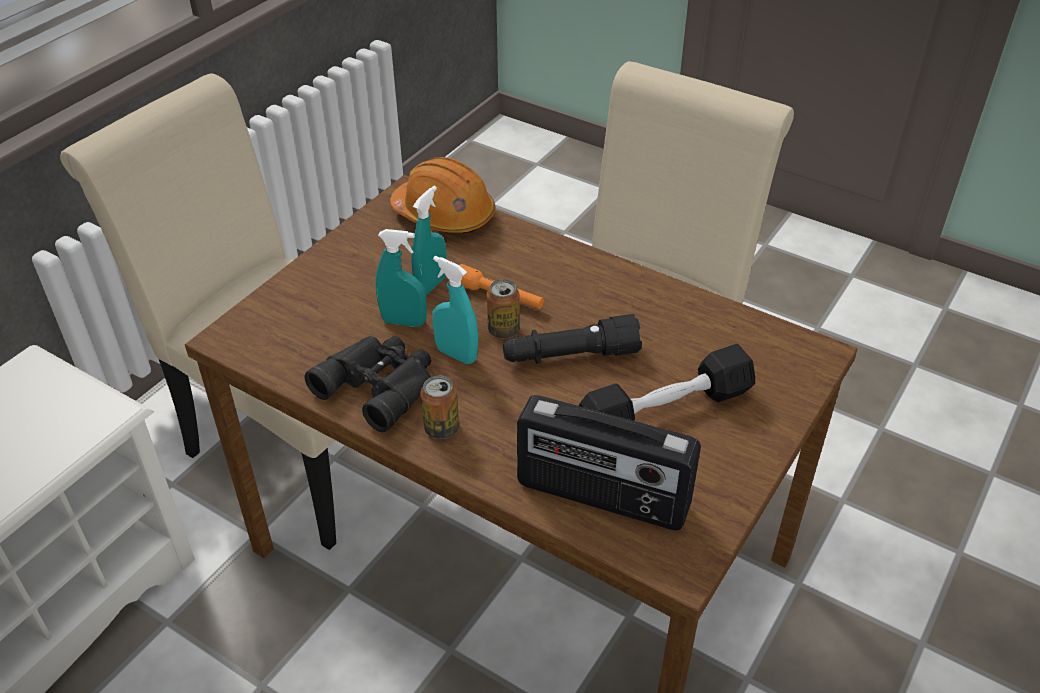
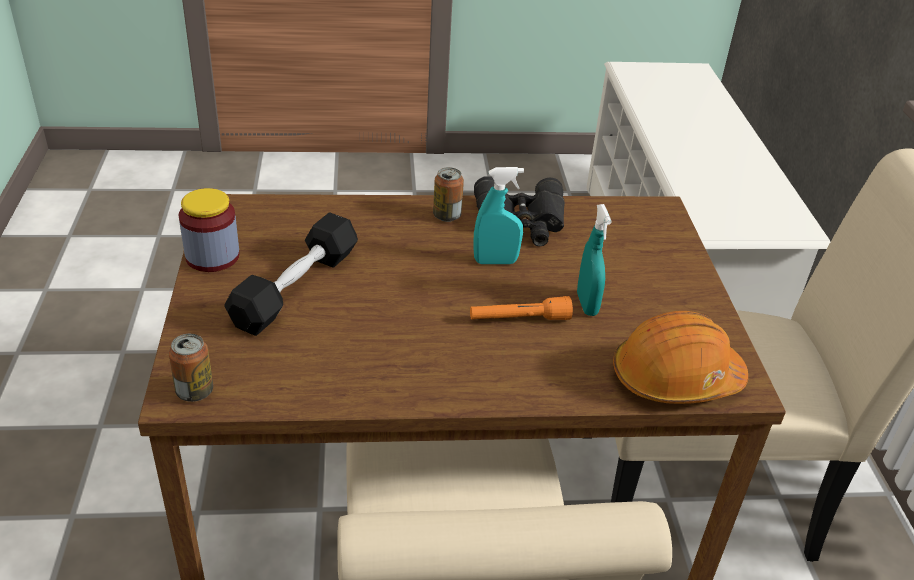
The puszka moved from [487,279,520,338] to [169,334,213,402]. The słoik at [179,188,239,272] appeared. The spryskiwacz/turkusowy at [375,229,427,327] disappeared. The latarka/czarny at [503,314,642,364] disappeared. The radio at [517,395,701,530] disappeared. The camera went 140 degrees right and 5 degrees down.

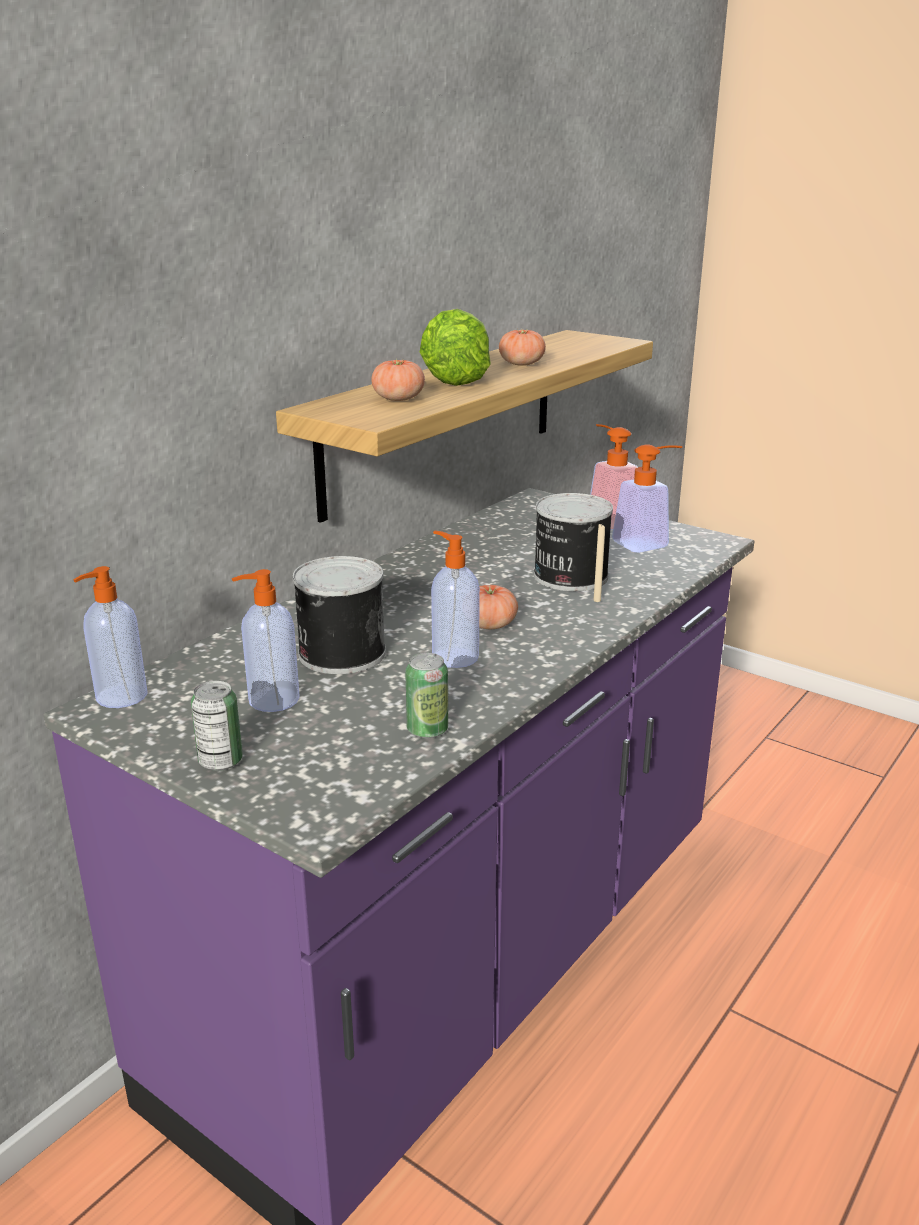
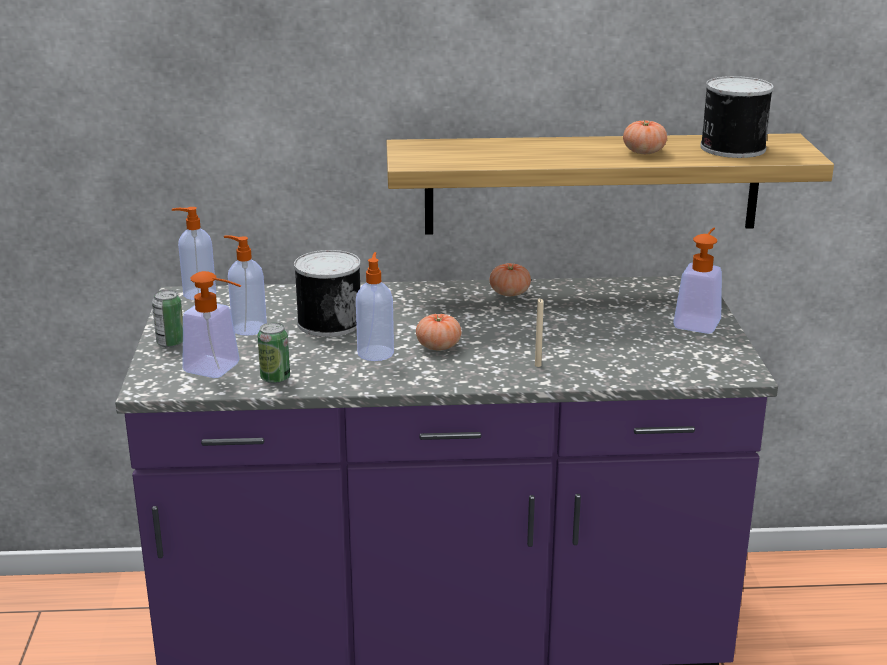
The dozownik mydła moved from [612,444,683,553] to [183,271,242,378]. The pomidor moved from [371,358,425,401] to [489,263,531,296]. The puszka moved from [534,493,613,591] to [700,76,773,158]. The sałata at [420,309,491,386] disappeared. The camera went 50 degrees right and 0 degrees up.

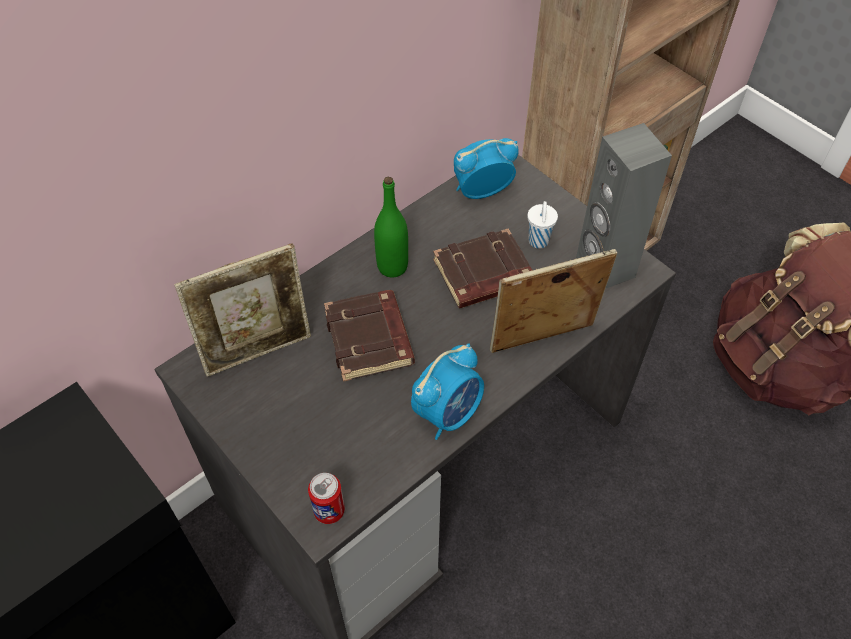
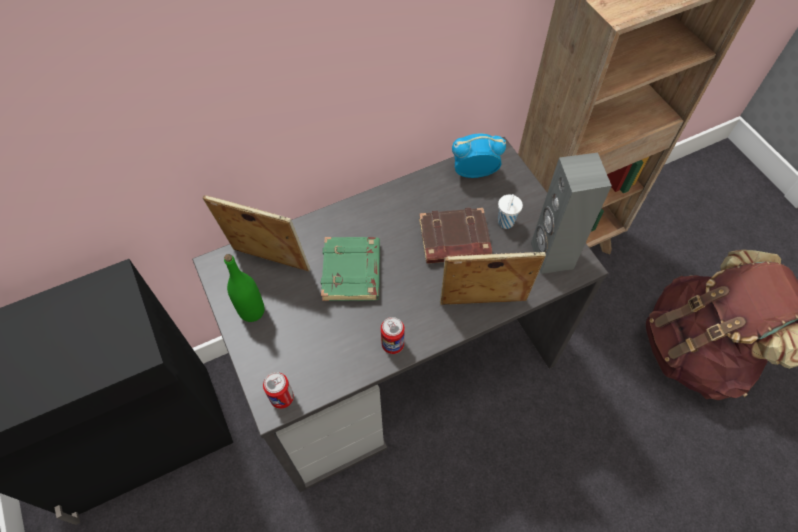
The ramka na zdjęcie at [174,243,311,377] turned 150 degrees counterclockwise. The butelka/zielony moved from [374,177,408,278] to [224,254,264,322]. The książka/brązowy at [324,290,415,382] became the książka/zielony at [321,237,380,301]. The budzik at [411,343,484,440] was replaced by the puszka at [381,317,404,354]. The camera went 15 degrees right and 5 degrees up.

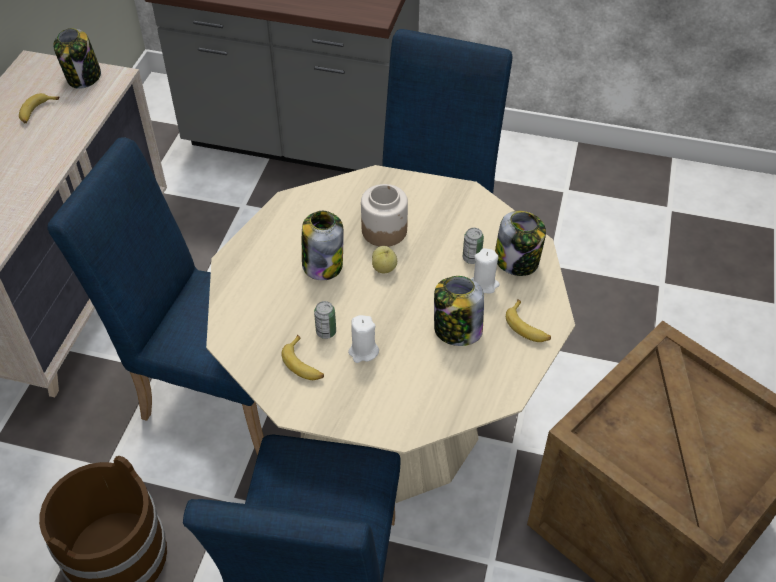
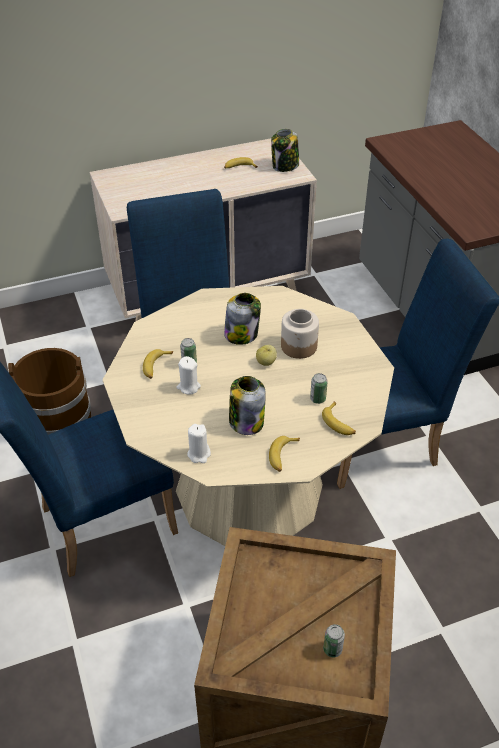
The świeca/biały moved from [471,248,500,294] to [187,424,211,463]. The słoik at [495,211,546,276] was replaced by the banan at [322,402,356,435]. The puszka at [323,624,345,658] appeared. The camera went 55 degrees right and 5 degrees down.

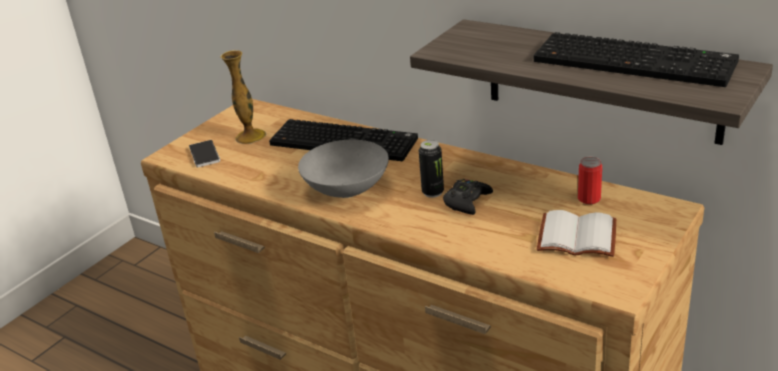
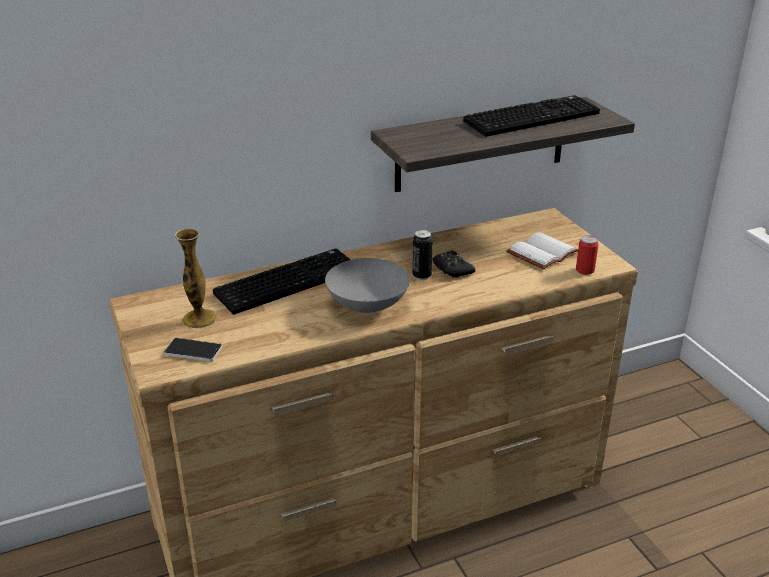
The puszka moved from [578,157,602,204] to [576,235,598,275]. The camera went 60 degrees left and 0 degrees up.

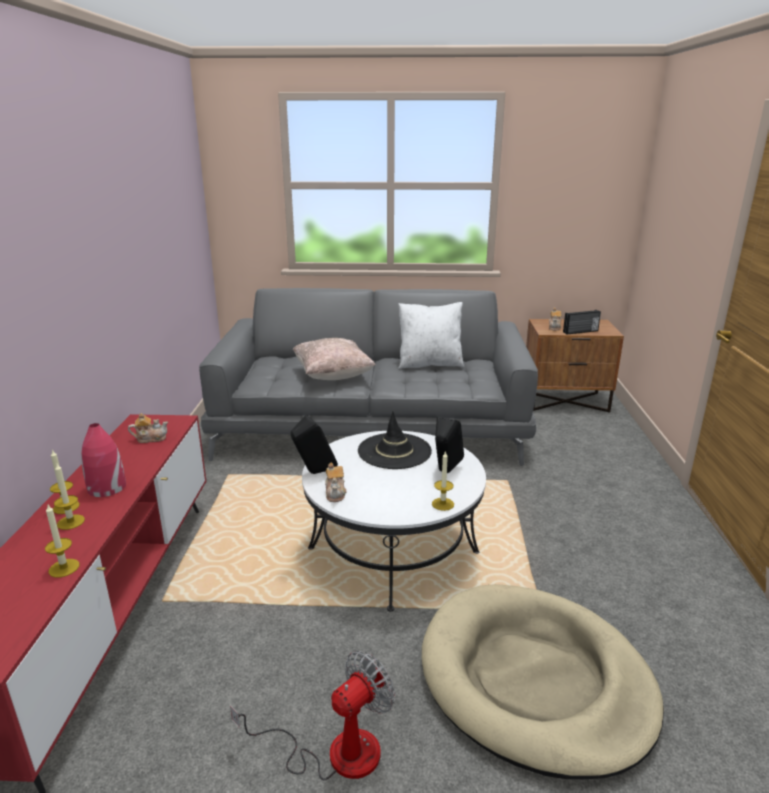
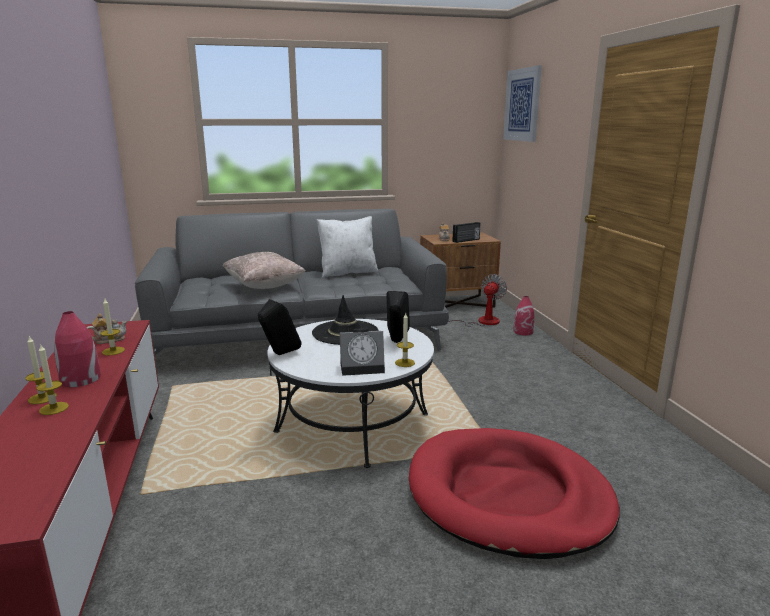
The świeca moved from [45,505,79,578] to [100,299,125,355]. The budzik at [340,328,385,376] appeared. The legowisko/beżowy at [422,584,664,779] became the legowisko/czerwony at [409,428,620,559]. The wentylator moved from [230,651,395,780] to [444,274,507,326]. The obraz at [503,65,542,142] appeared. The wazon/czerwony at [513,296,534,336] appeared. The imbryk at [325,462,347,502] disappeared. The camera went 15 degrees left and 5 degrees down.

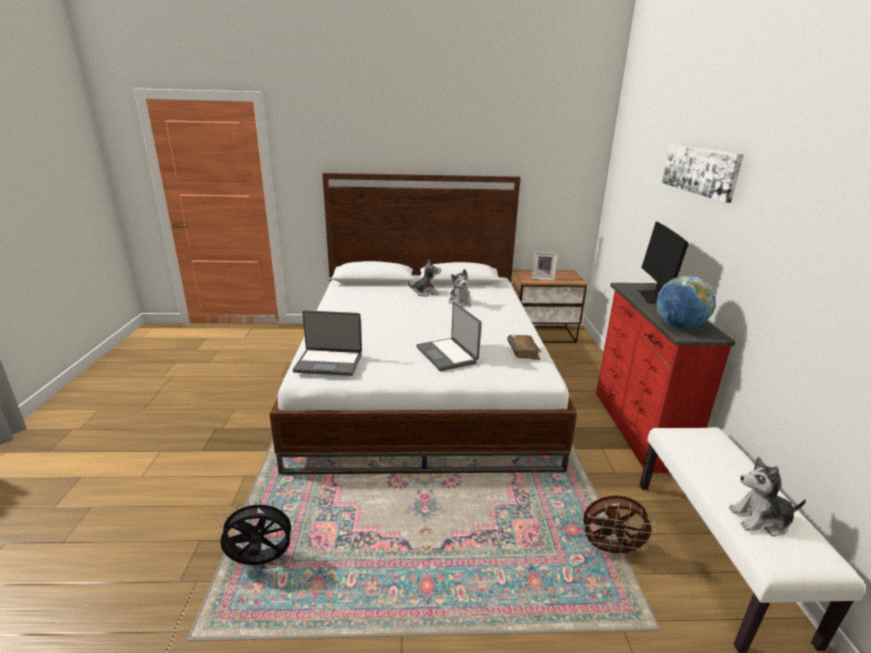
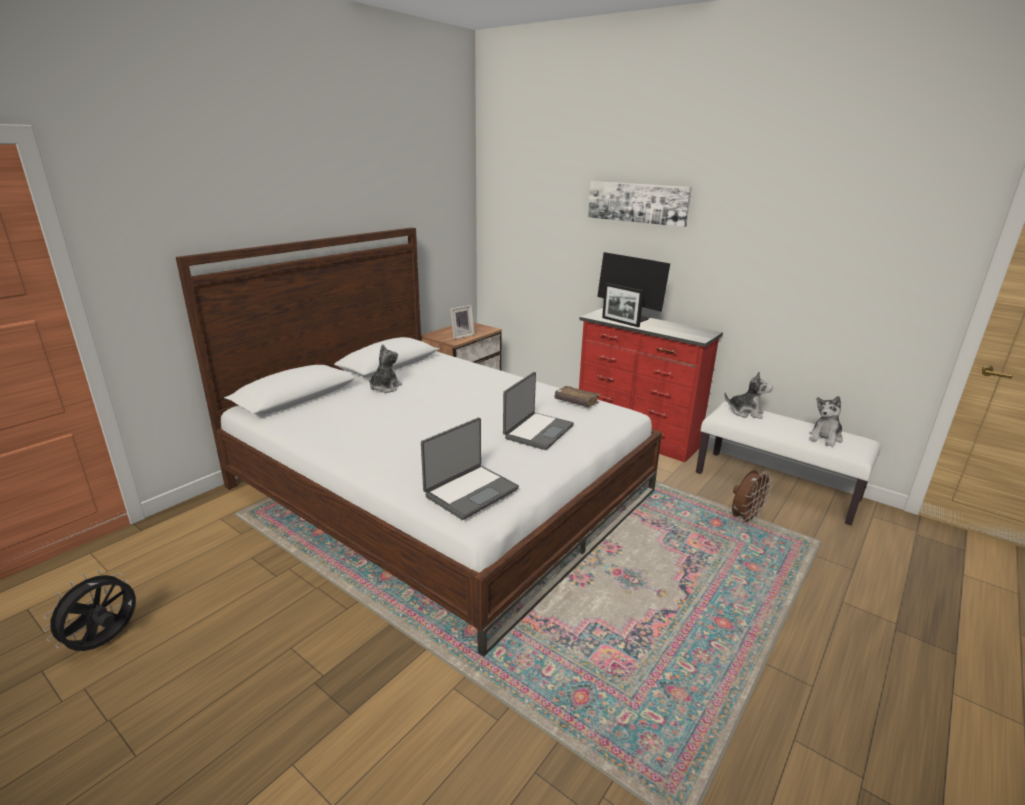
The wentylator/czarny moved from [218,499,296,565] to [43,570,136,651]. The laptop at [416,302,481,371] turned 75 degrees counterclockwise. The ramka na zdjęcie at [602,283,644,327] appeared. The pluszak moved from [448,269,472,307] to [724,371,773,419]. The globus at [656,276,716,329] disappeared. The camera went 50 degrees left and 0 degrees up.

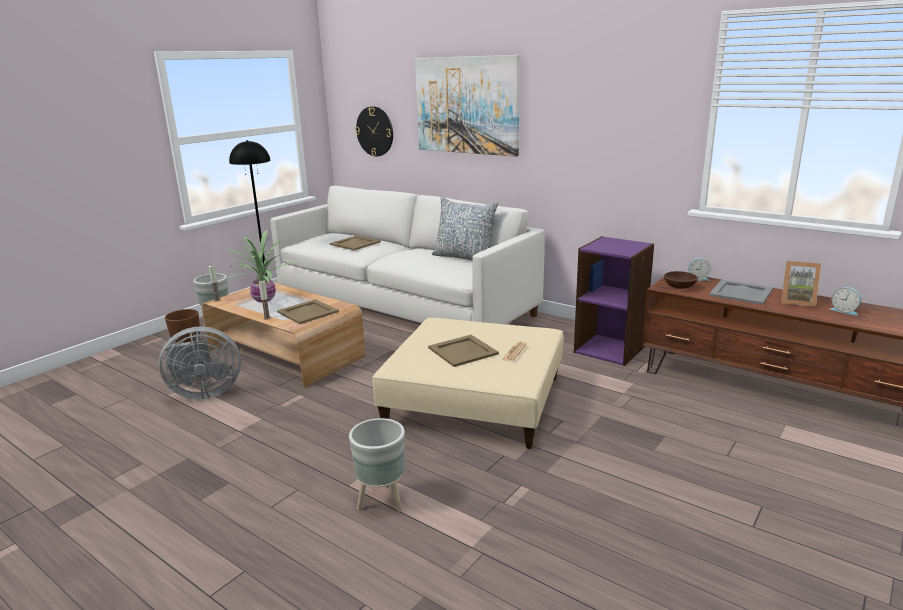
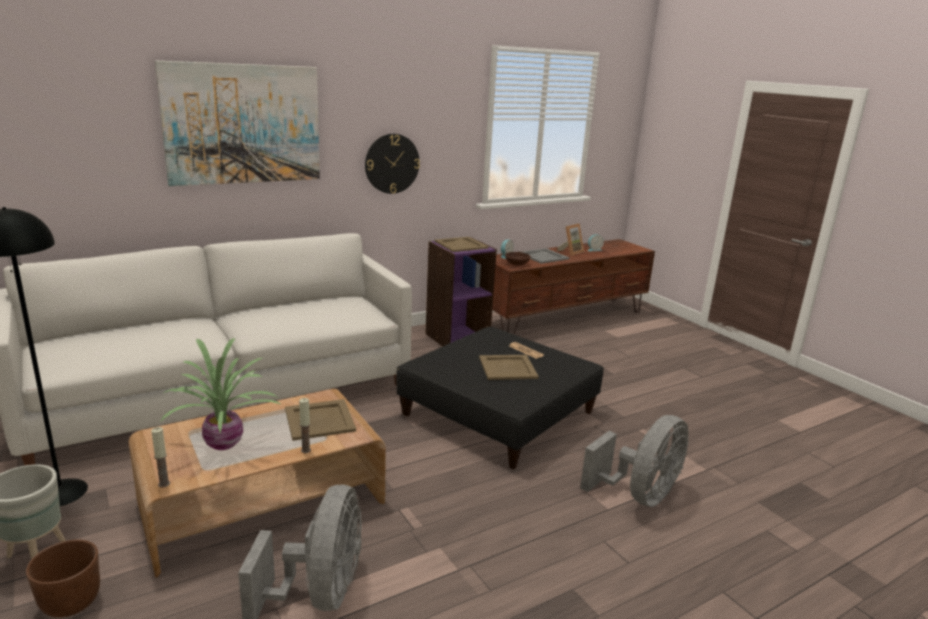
The zegar ścienny moved from [355,106,393,157] to [365,134,420,194]. The pufa/beżowy at [372,318,564,449] became the pufa/czarny at [396,327,604,470]. The taca/beżowy moved from [330,235,381,250] to [434,237,488,252]. The donica/szary at [349,418,405,512] was replaced by the wentylator/szary at [580,415,689,507]. The poduszka at [432,197,498,261] disappeared. The camera went 70 degrees left and 0 degrees up.

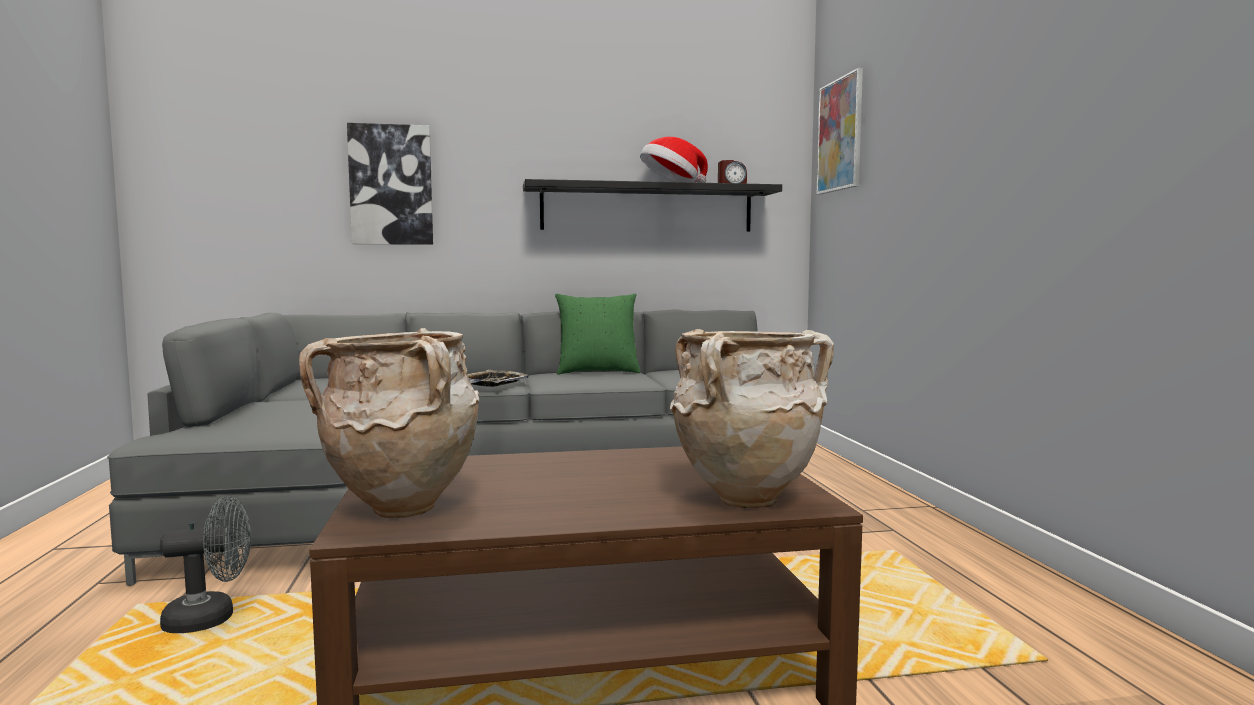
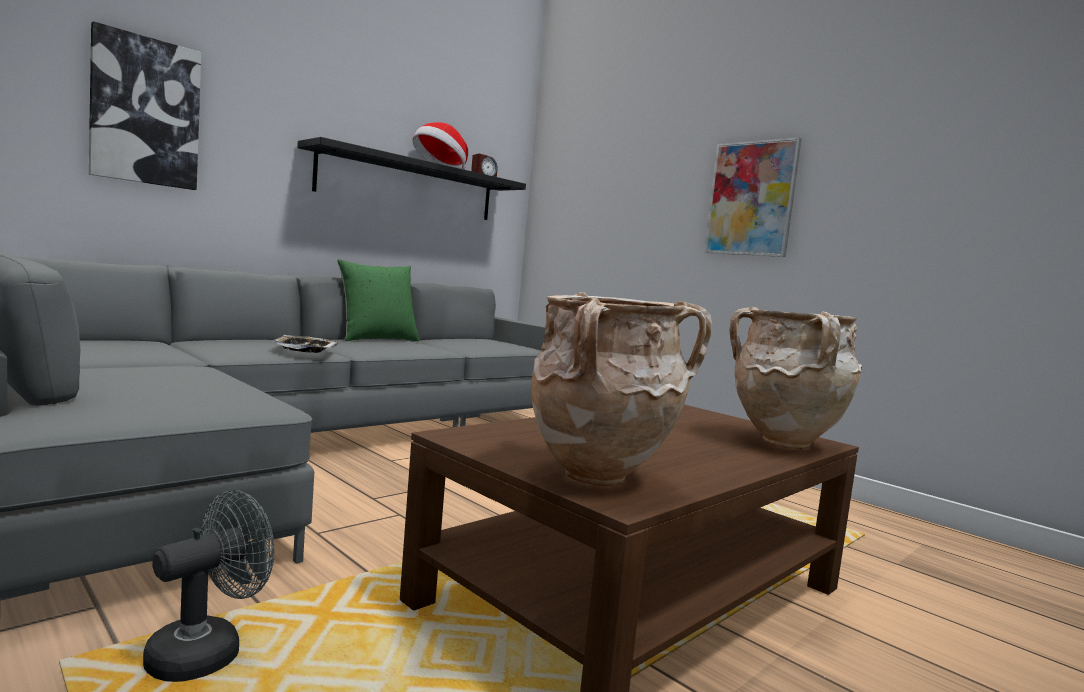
The obraz moved from [817,68,863,195] to [704,137,802,257]. The camera went 35 degrees left and 0 degrees up.

